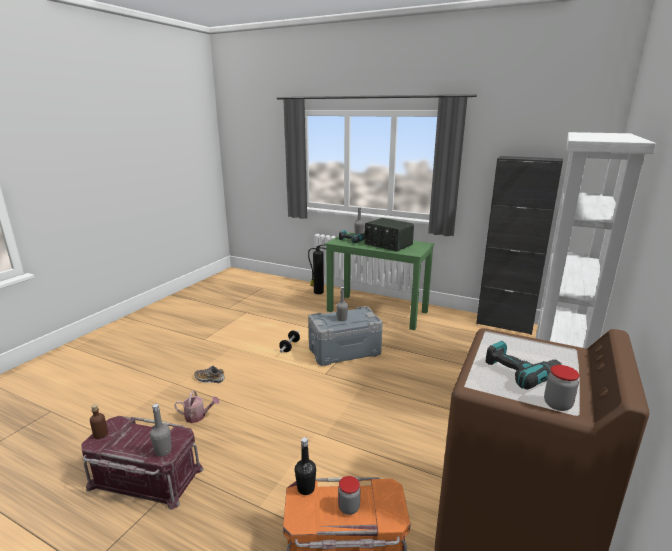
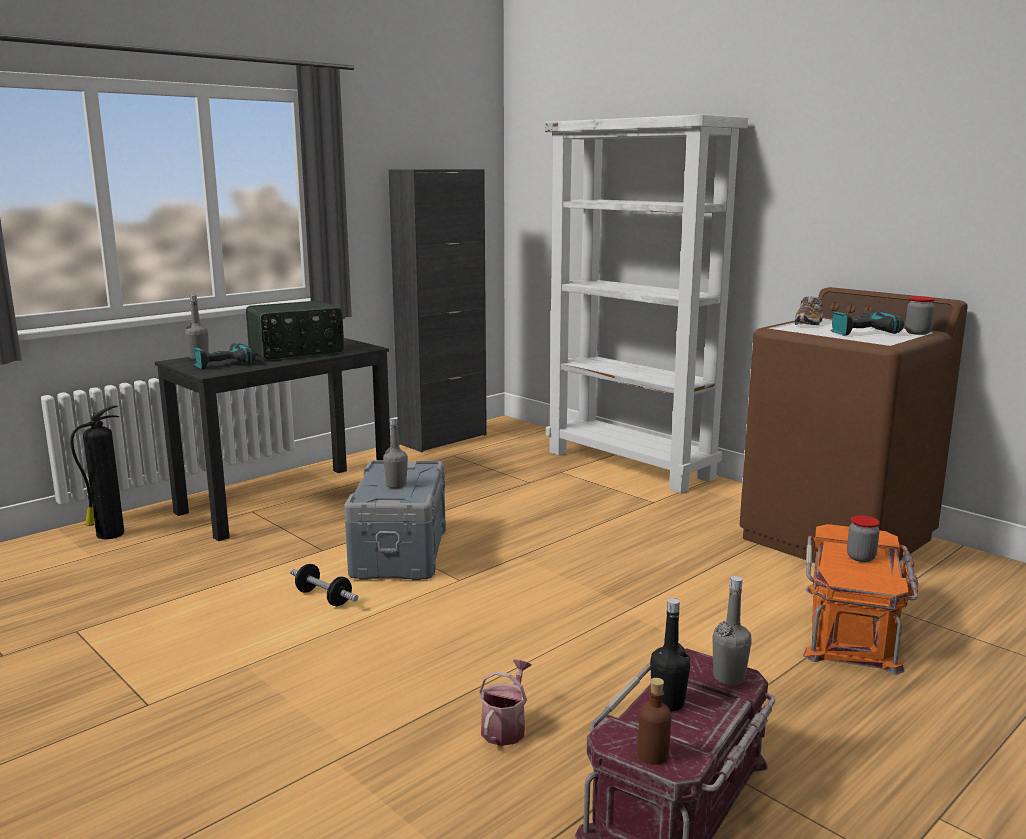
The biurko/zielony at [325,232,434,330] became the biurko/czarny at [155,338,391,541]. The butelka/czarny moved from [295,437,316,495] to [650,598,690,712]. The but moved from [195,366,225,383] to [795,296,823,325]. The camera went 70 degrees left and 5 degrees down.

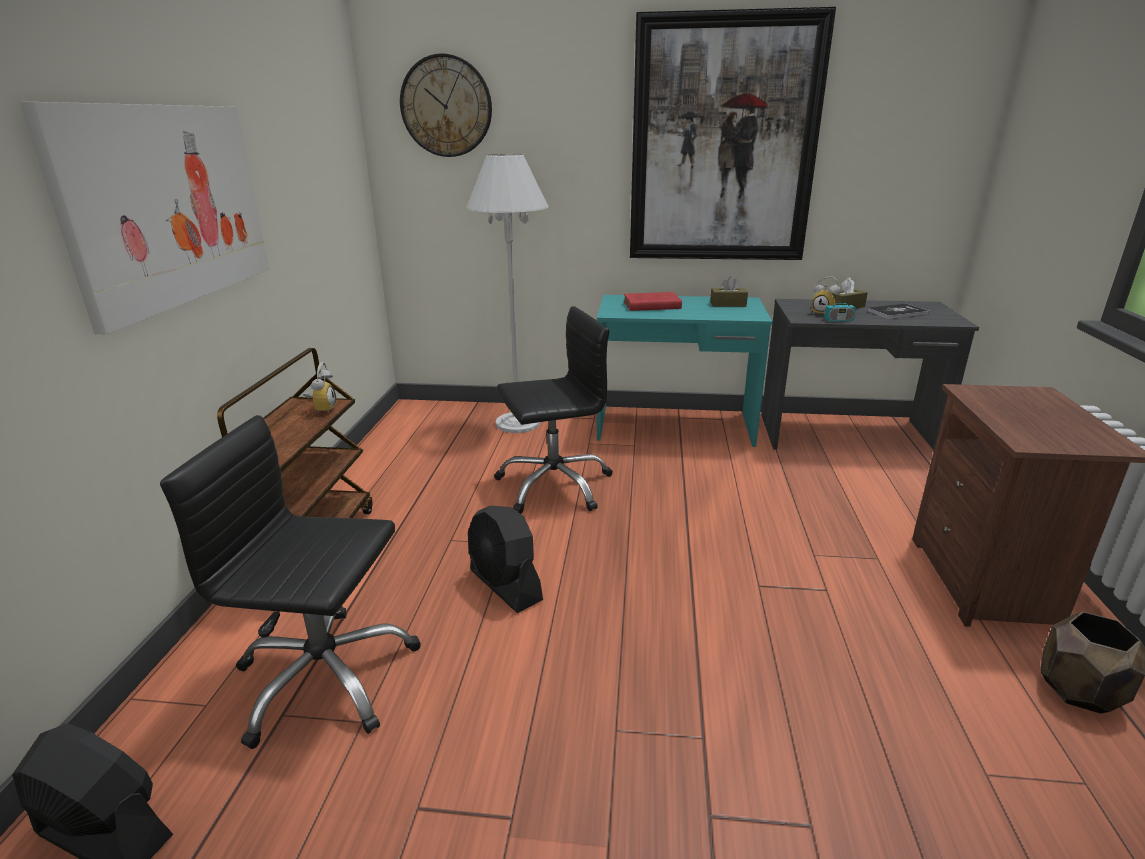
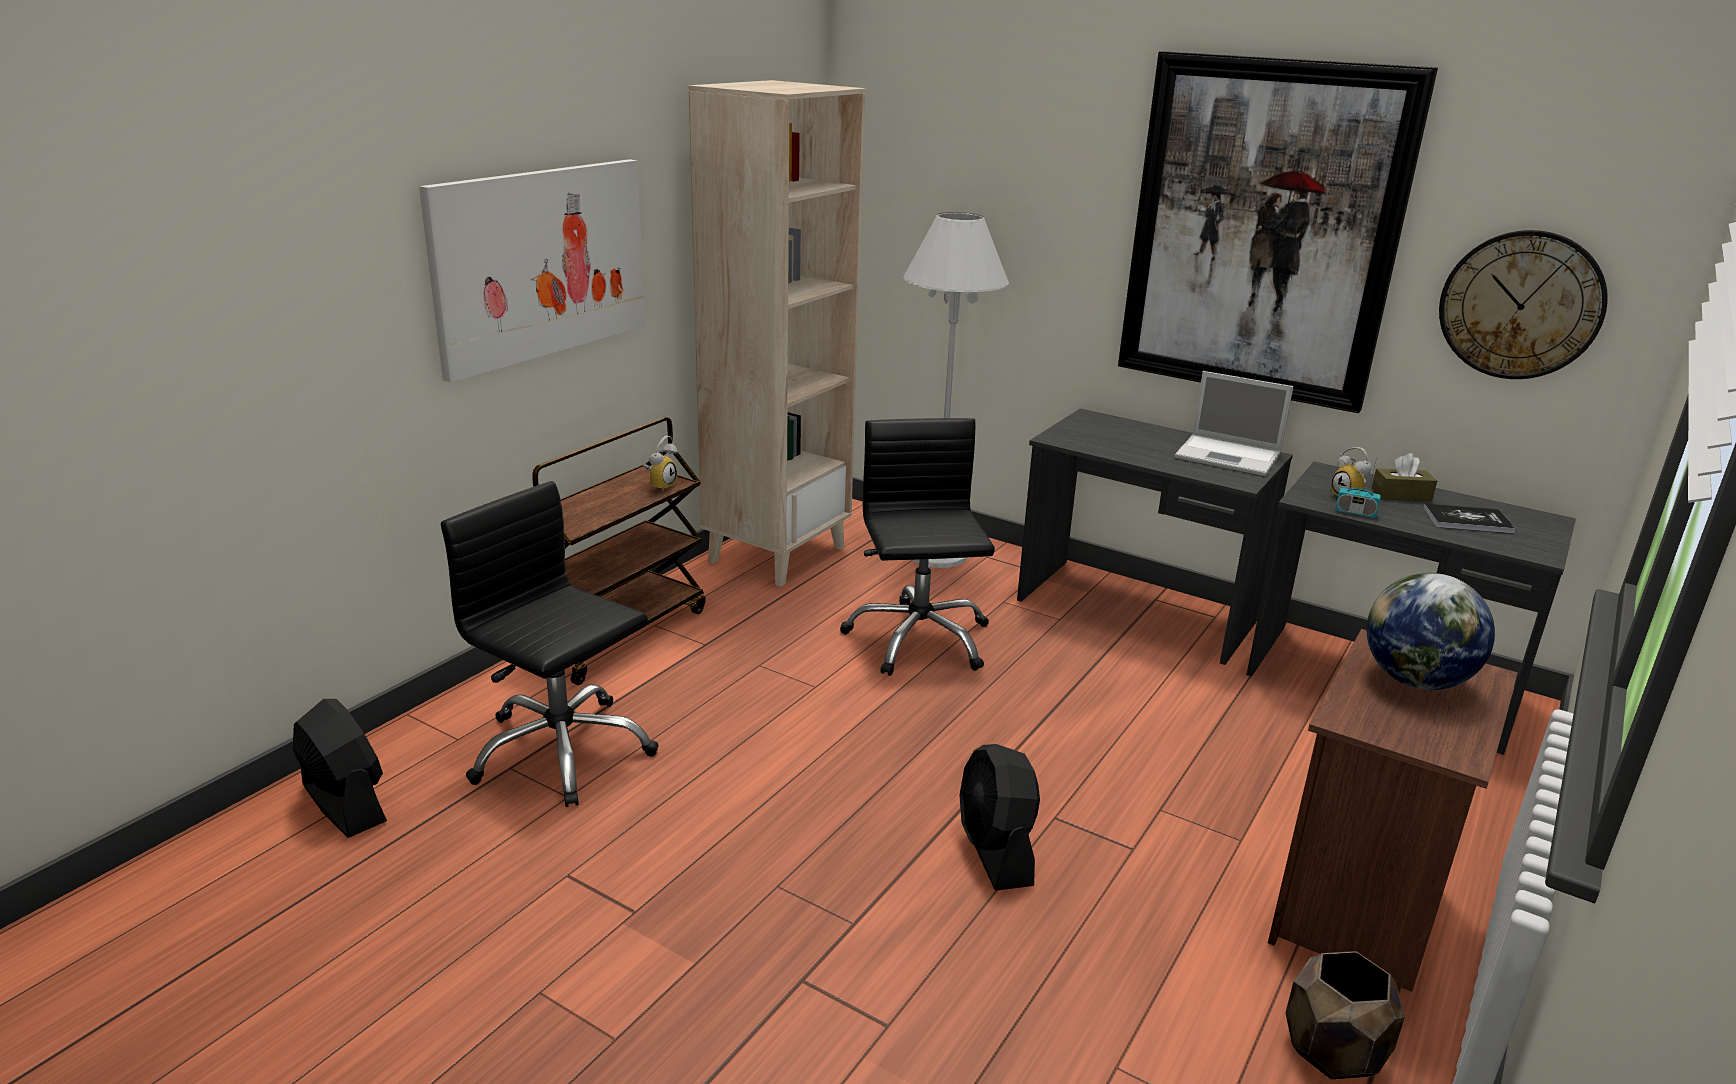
The regał/beżowy at [689,80,865,587] appeared. The krzesło biurowe/czarny at [494,306,613,514] turned 105 degrees counterclockwise. The wentylator/czarny moved from [468,505,543,613] to [959,744,1040,891]. The biurko/turkusowy at [597,295,773,447] became the biurko/szary at [1017,408,1293,665]. The pudełko chusteczek/brązowy at [710,276,748,307] was replaced by the laptop at [1174,371,1293,476]. The globus at [1367,573,1495,690] appeared. The zegar ścienny moved from [400,53,492,157] to [1439,230,1608,379]. The książka/czerwony at [624,292,682,311] disappeared. The camera went 25 degrees right and 0 degrees up.

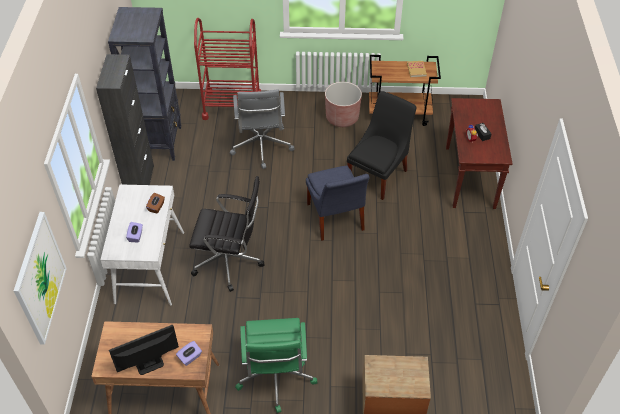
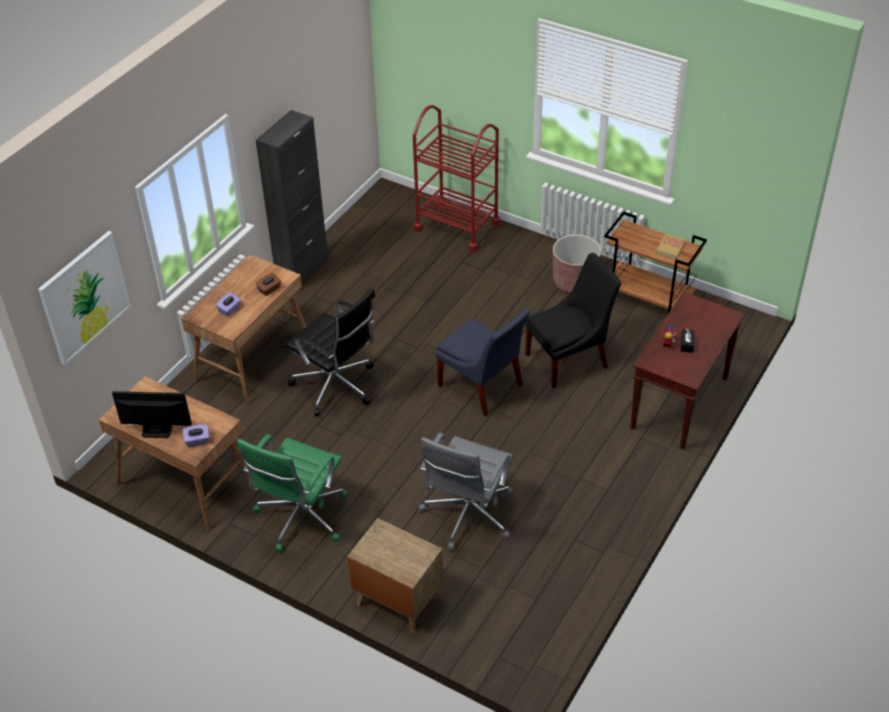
The biurko/biały at [100,184,184,306] became the biurko/brązowy at [181,255,306,405]. The krzesło biurowe/szary moved from [230,89,295,169] to [419,433,513,550]. The krzesło/niebieski at [306,165,370,241] turned 60 degrees counterclockwise. The regał/czarny at [108,7,181,161] disappeared. The camera went 30 degrees right and 5 degrees down.

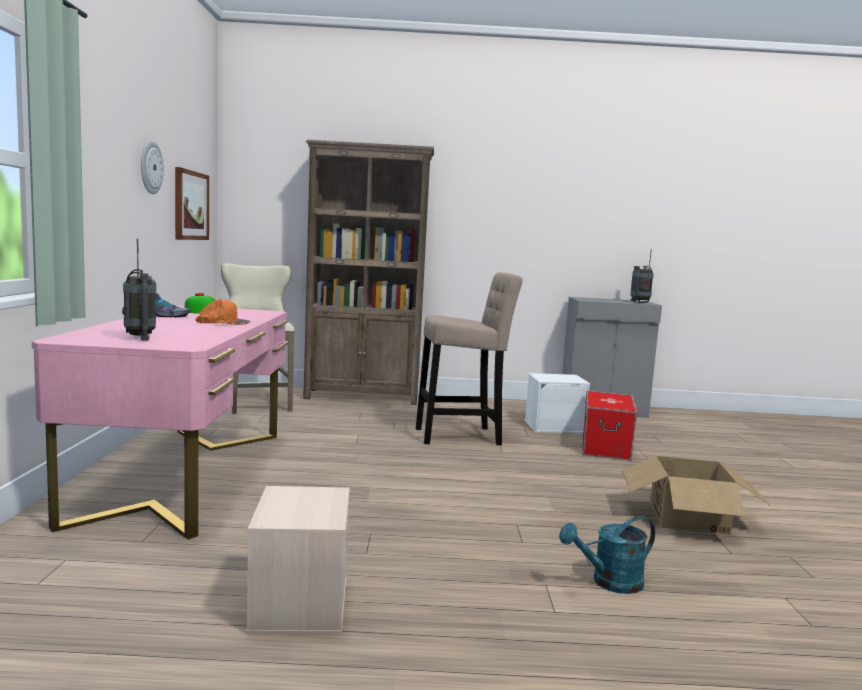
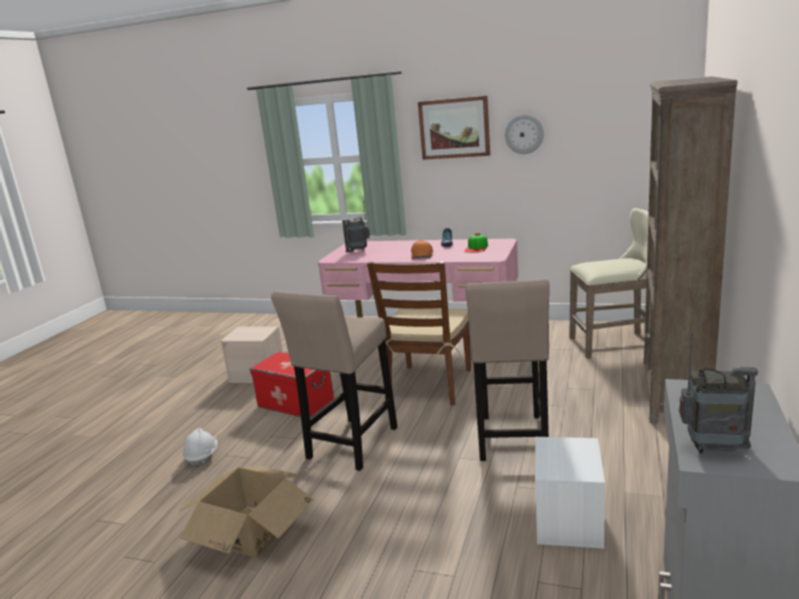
The konewka/turkusowy at [559,516,655,594] was replaced by the kask/biały at [183,428,217,468]. The pojemnik do przechowywania moved from [582,391,638,461] to [250,351,334,418]. The stołek/beżowy at [271,291,397,471] appeared. The krzesło/brązowy at [367,261,471,405] appeared. The obraz moved from [175,167,209,240] to [418,96,490,160]. The camera went 110 degrees right and 10 degrees up.

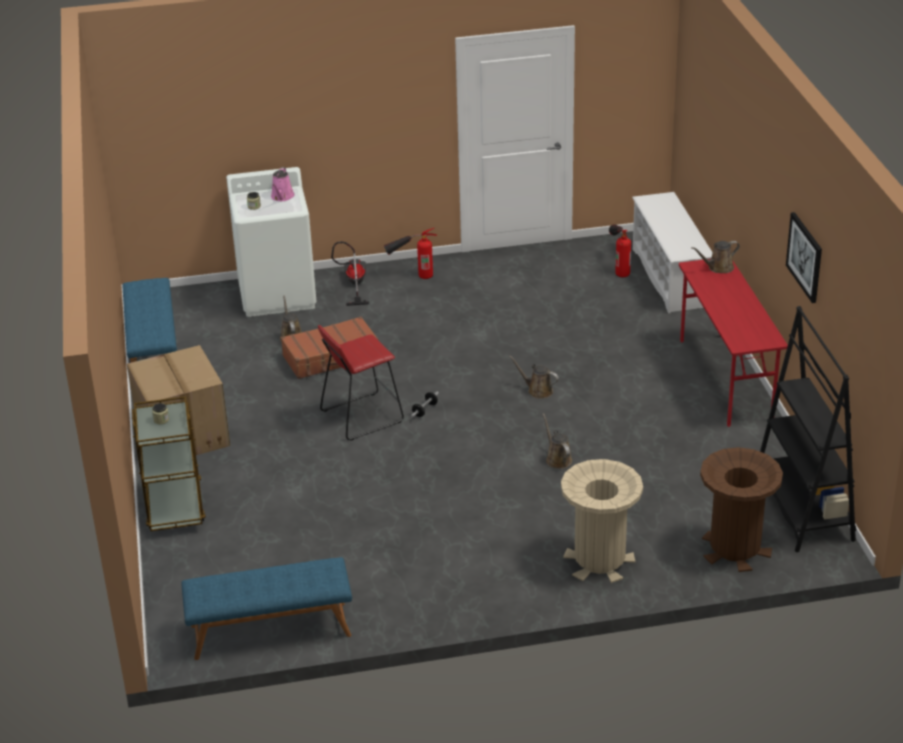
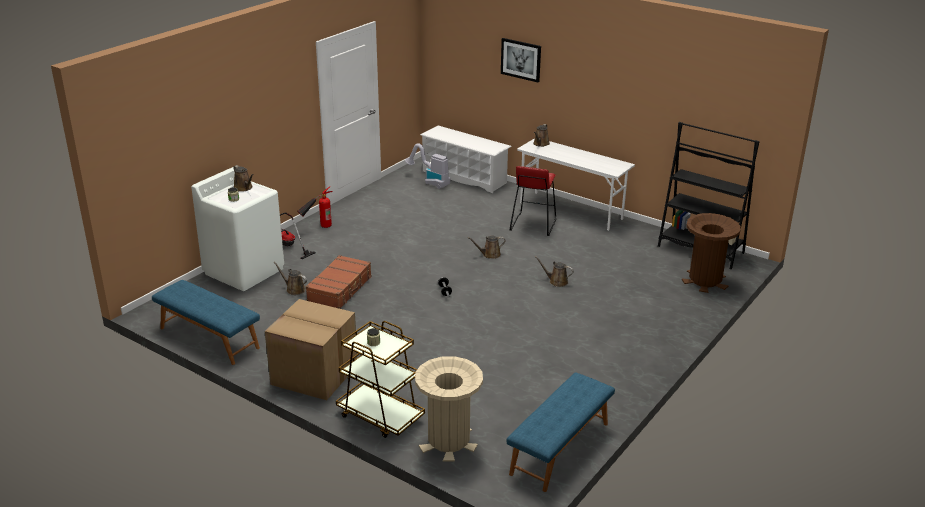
The konewka/różowy at [271,167,295,201] became the konewka/brązowy at [233,165,254,192]. The gaśnica at [609,224,631,277] was replaced by the odkurzacz at [405,143,450,189]. The kosz na śmieci/beżowy moved from [561,459,643,583] to [415,356,483,462]. The obraz moved from [786,212,822,303] to [501,38,541,82]. The stołek/czerwony moved from [318,325,404,441] to [510,166,556,236]. The biurko/czerwony at [679,259,788,427] became the biurko/biały at [517,138,635,231]. The camera went 45 degrees left and 5 degrees down.

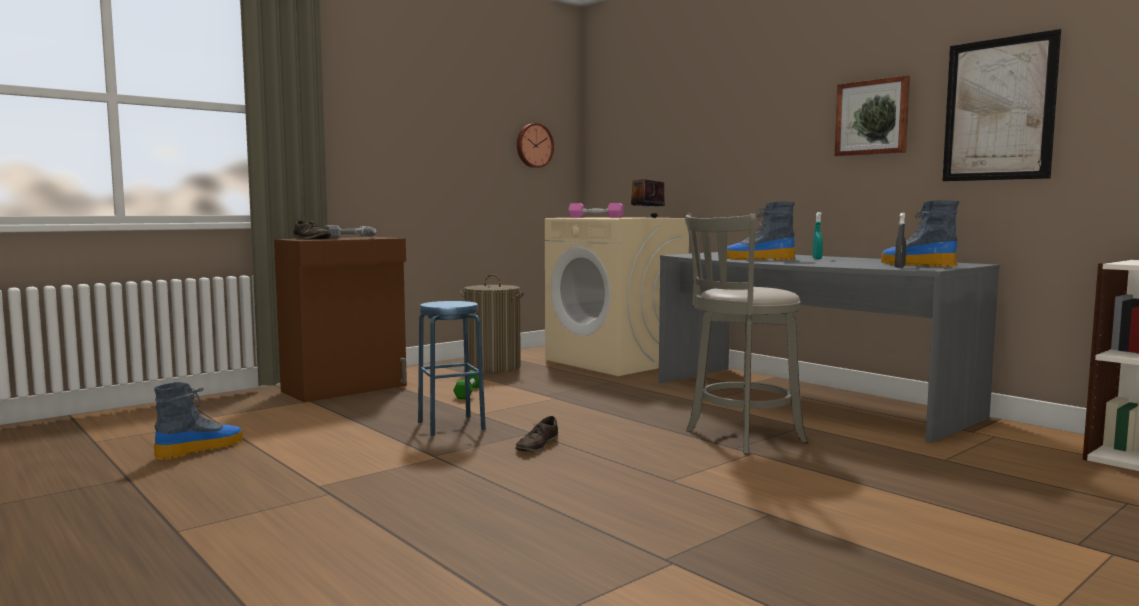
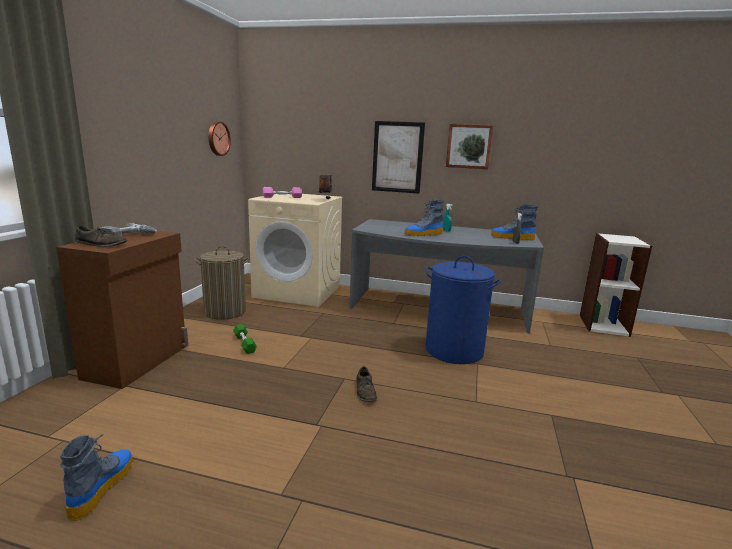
The obraz moved from [942,29,1061,181] to [372,121,425,194]. The stołek/szary at [685,213,808,455] was replaced by the kosz na pranie/niebieski at [425,256,502,364]. The stołek/niebieski at [418,301,486,436] disappeared. The camera went 35 degrees left and 10 degrees up.

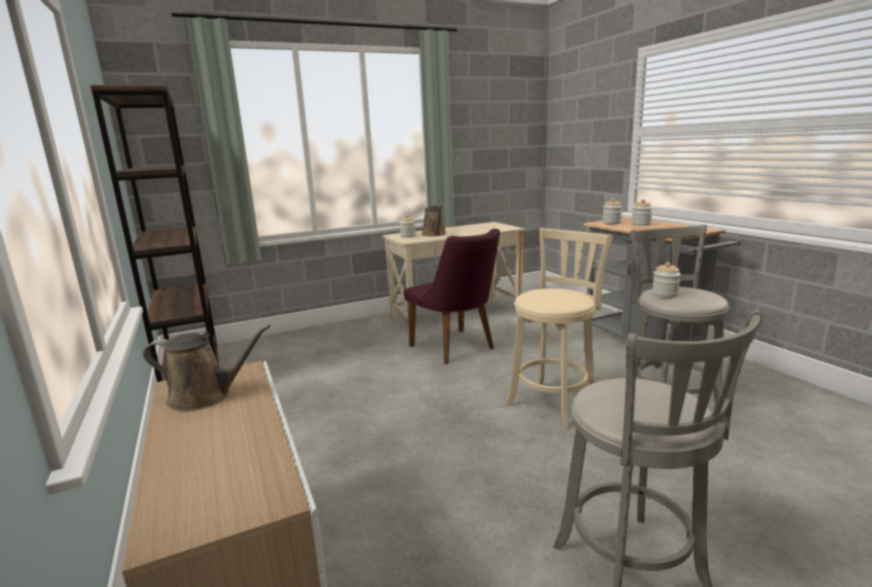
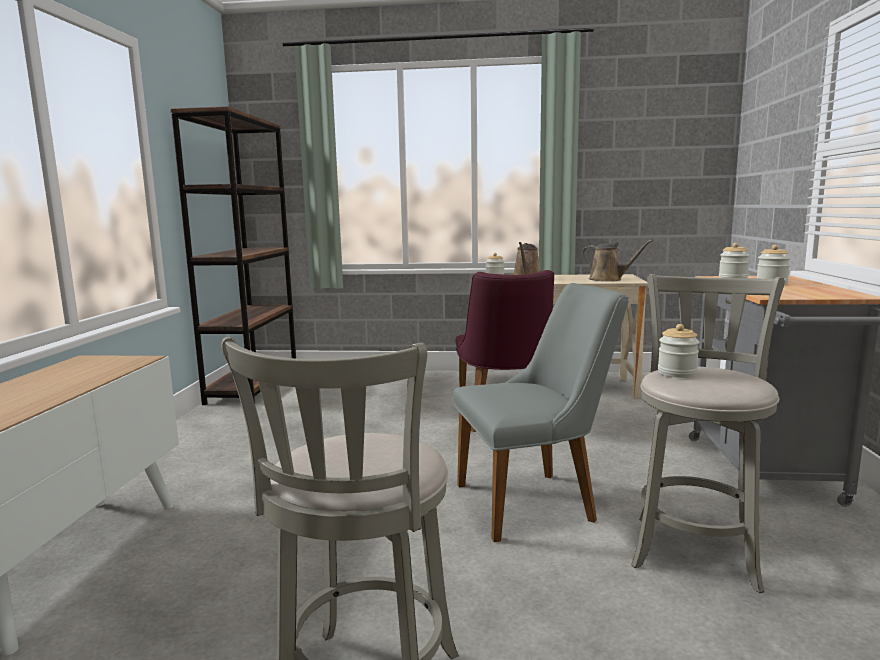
The stołek/beżowy at [506,228,613,429] was replaced by the krzesło/szary at [453,283,629,542]. The konewka/brązowy moved from [143,325,271,412] to [582,239,653,282]. The camera went 30 degrees right and 5 degrees down.

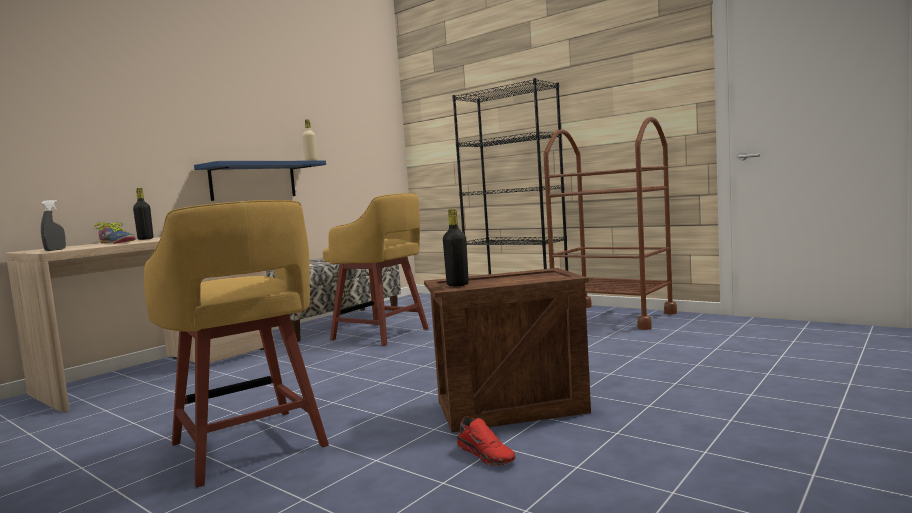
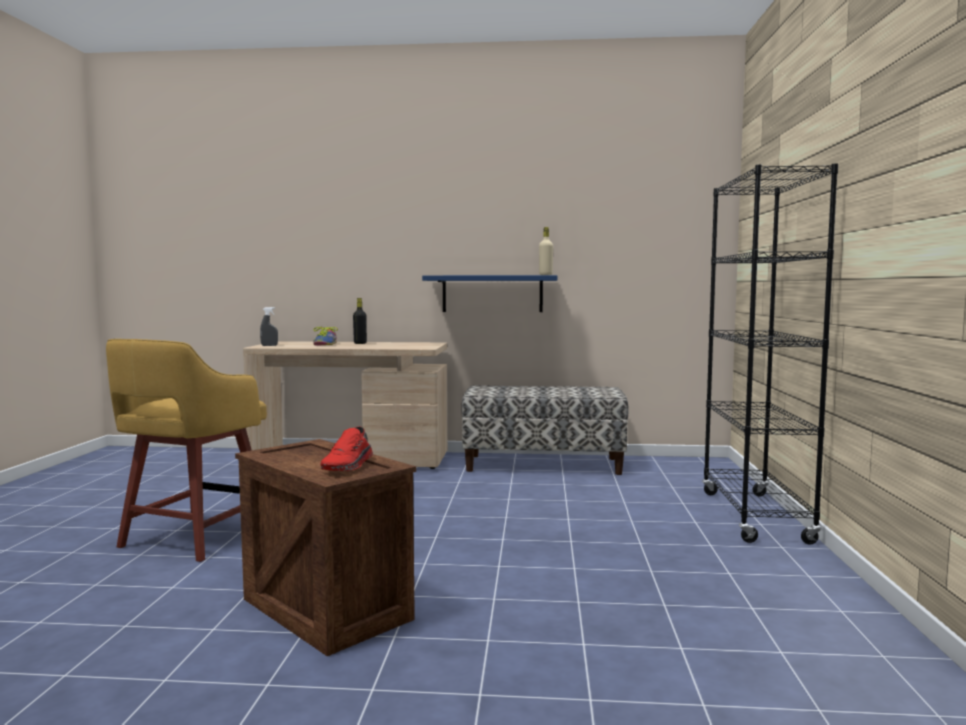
The but/czerwony moved from [457,416,515,466] to [320,426,373,471]. The stołek/żółty at [323,193,429,346] disappeared. The butelka/czarny at [443,209,469,286] disappeared. The wózek/brązowy at [544,117,677,330] disappeared. The camera went 55 degrees right and 0 degrees up.

